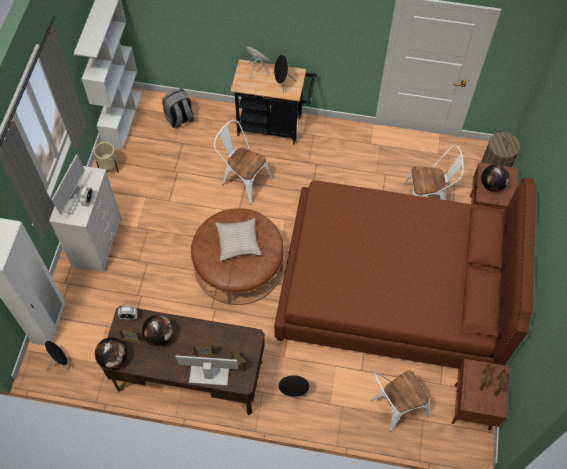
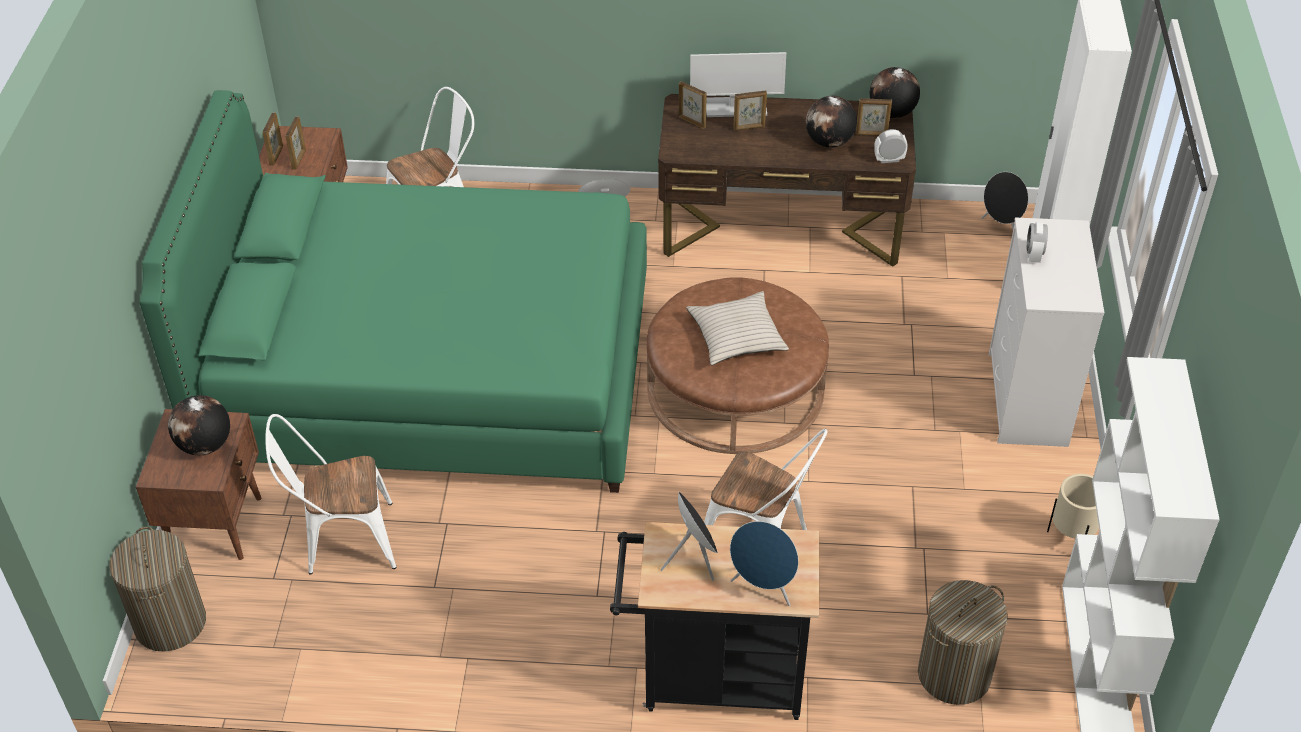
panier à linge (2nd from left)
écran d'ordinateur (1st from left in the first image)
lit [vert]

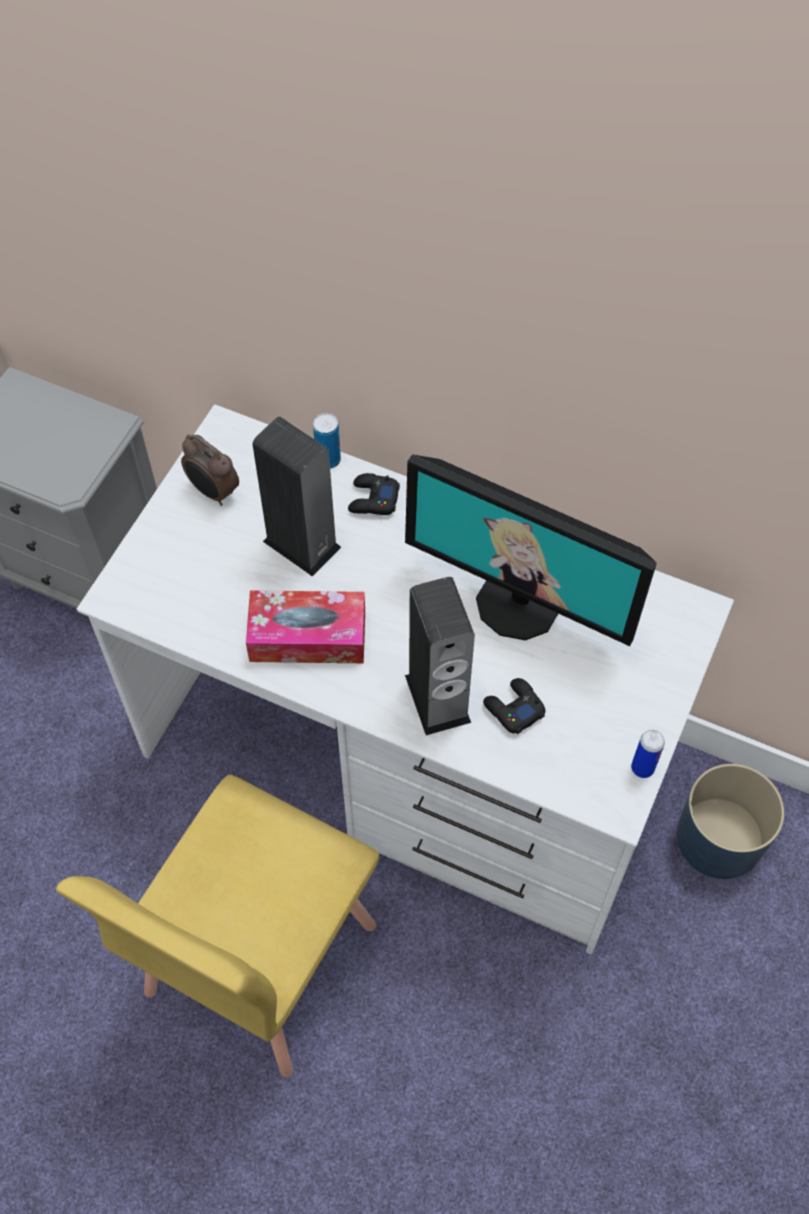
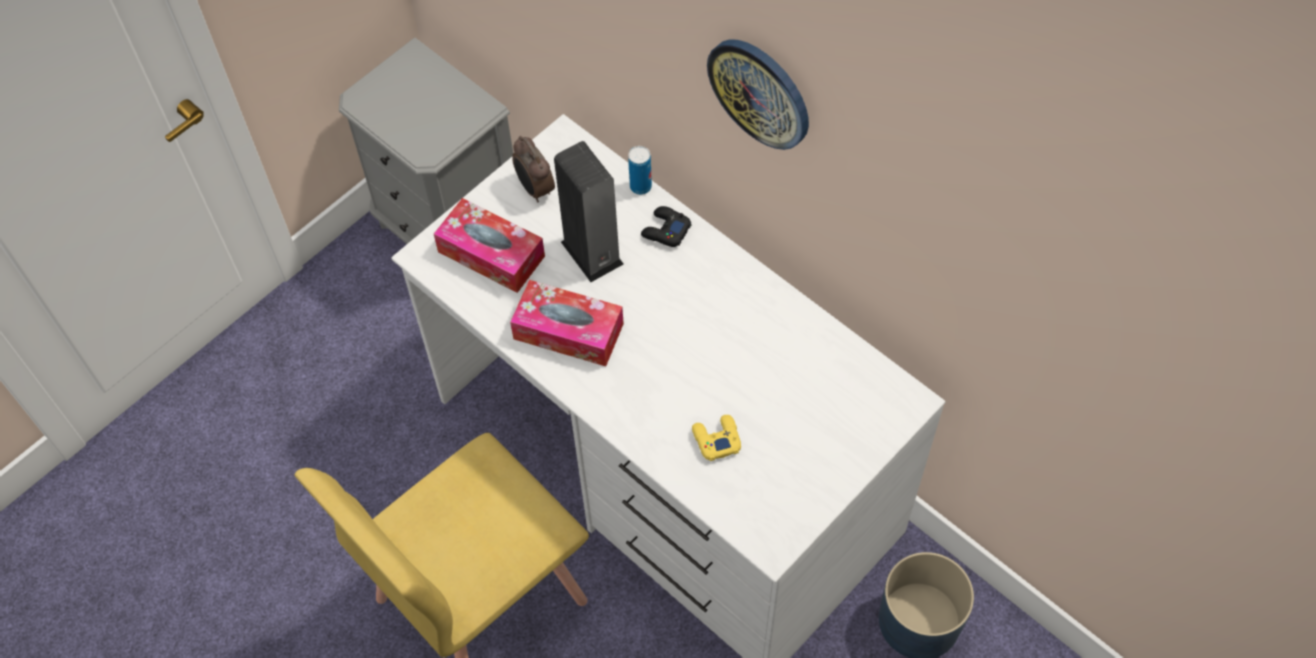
écran d'ordinateur
enceinte (2nd from left in the first image)
manette [jaune]
boîte métallique (2nd from left in the first image)
horloge murale
boîte à mouchoirs (1st from left)

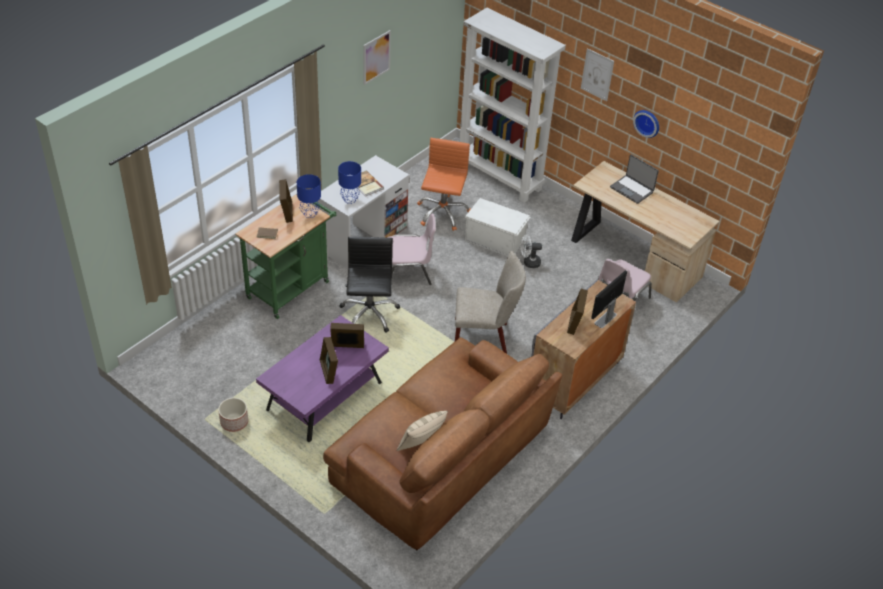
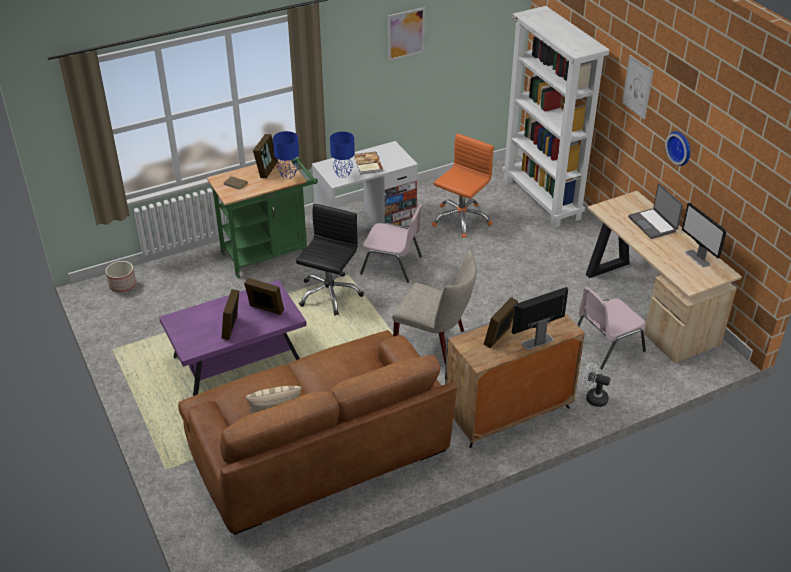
boîte de rangement [blanc]
ventilateur [blanc]
cache-pot
écran d'ordinateur (2nd from left)

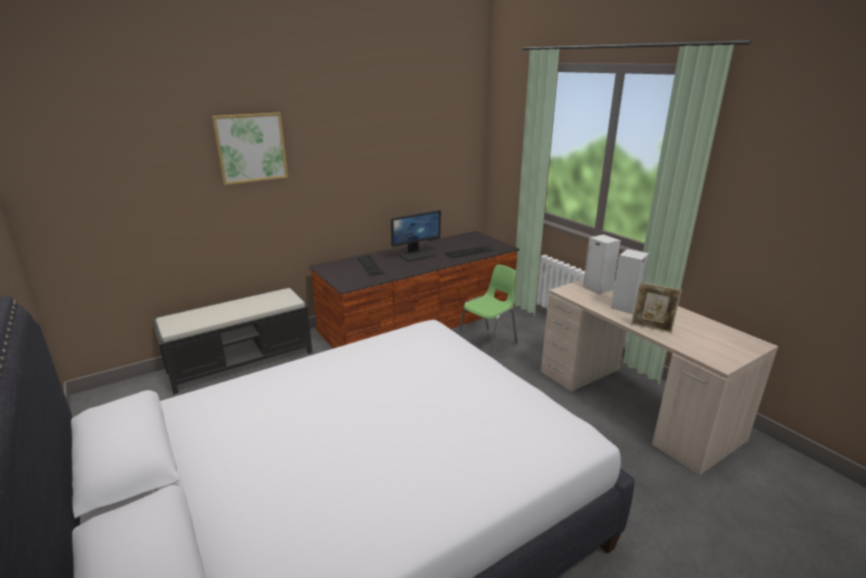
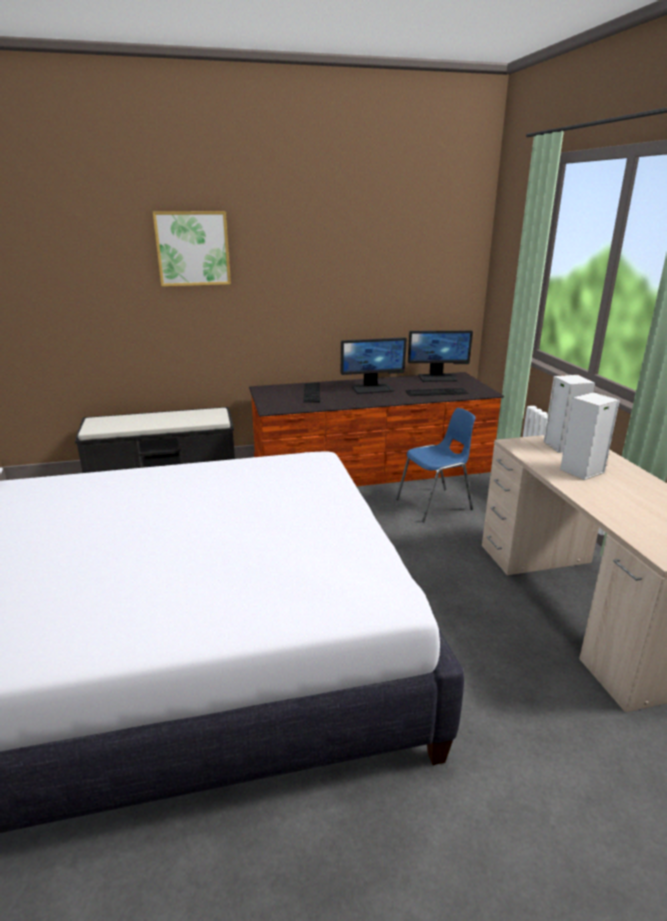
chaise [bleu]
cadre photo
écran d'ordinateur (2nd from left)

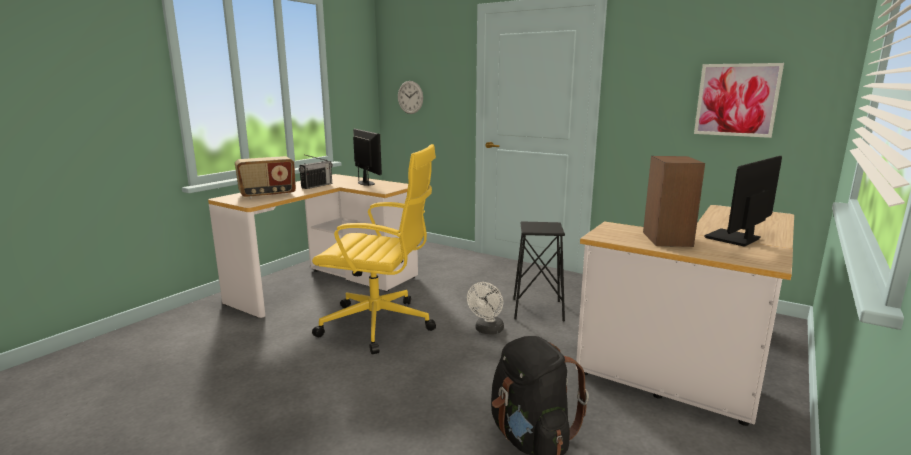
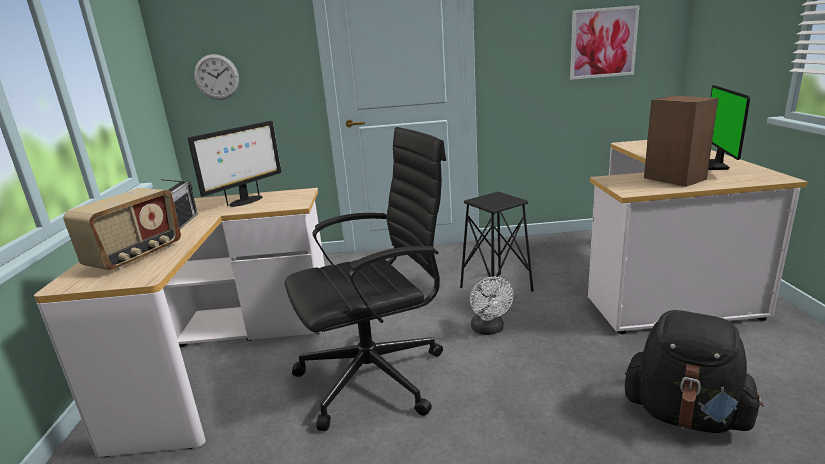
écran d'ordinateur (1st from left)
chaise de bureau [noir]

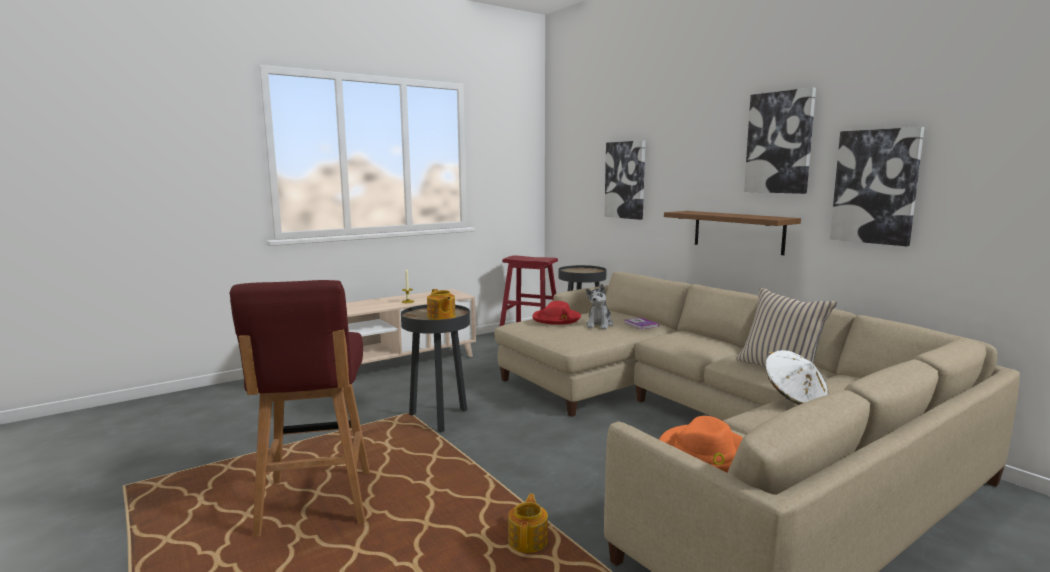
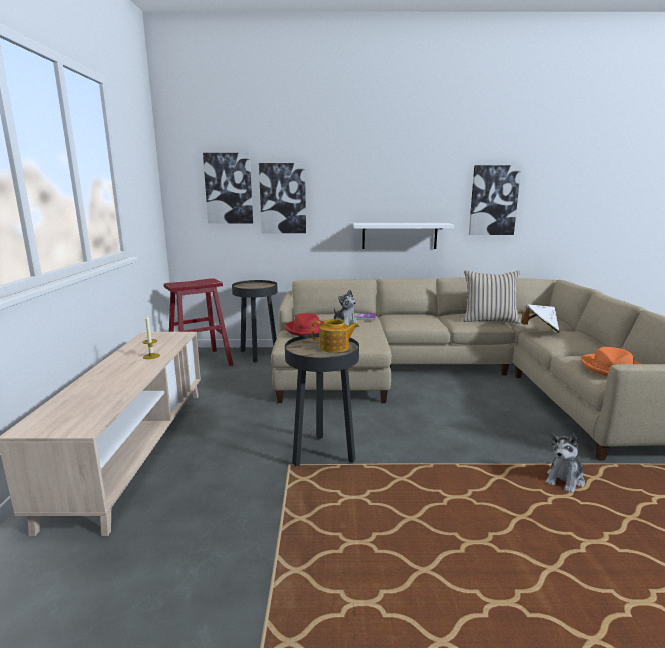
tableau (1st from left)
étagère [blanc]
tabouret [rouge] (1st from left in the first image)
peluche (2nd from left)

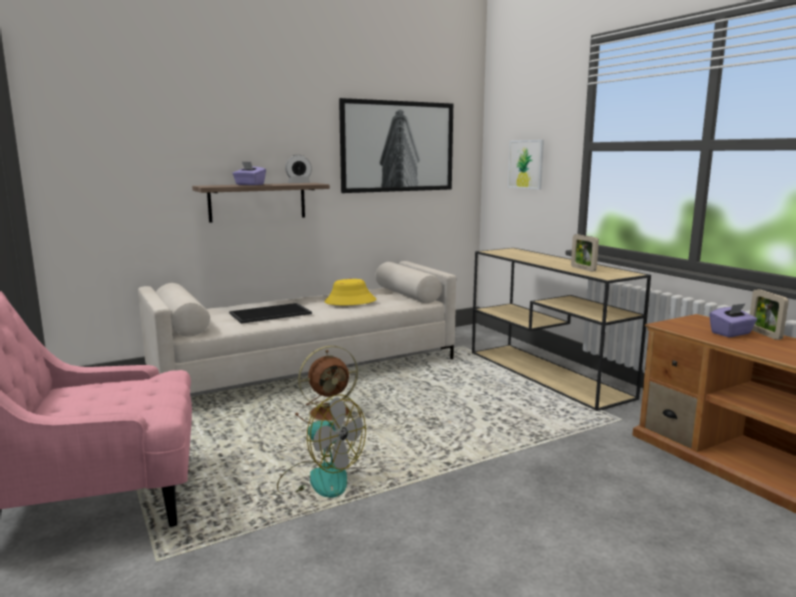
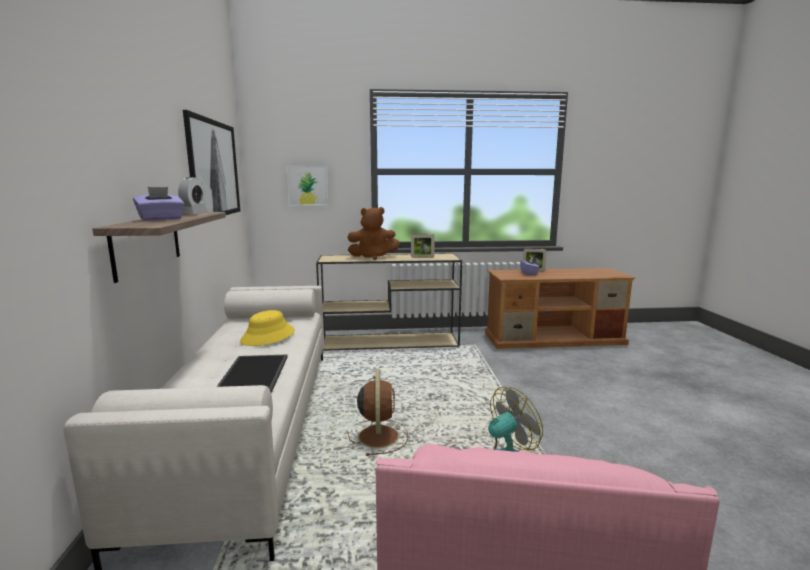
peluche [marron]

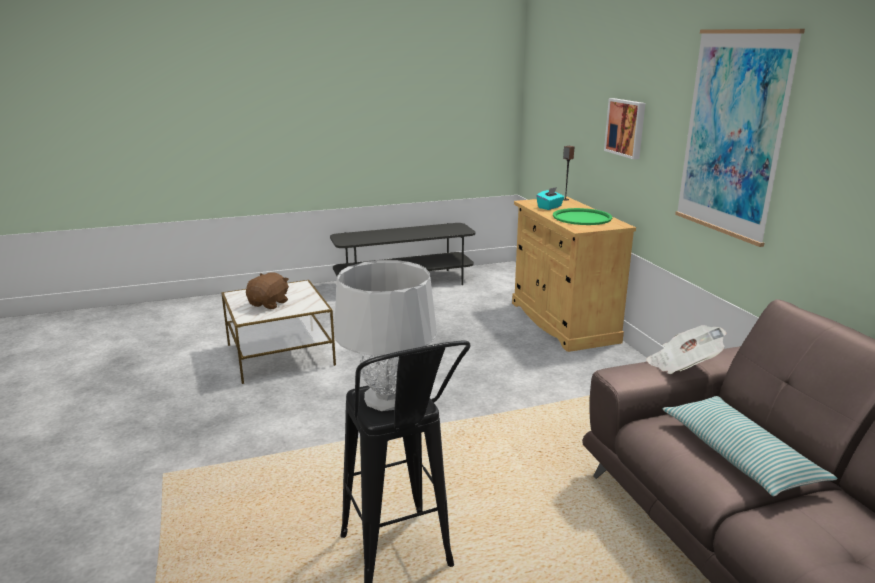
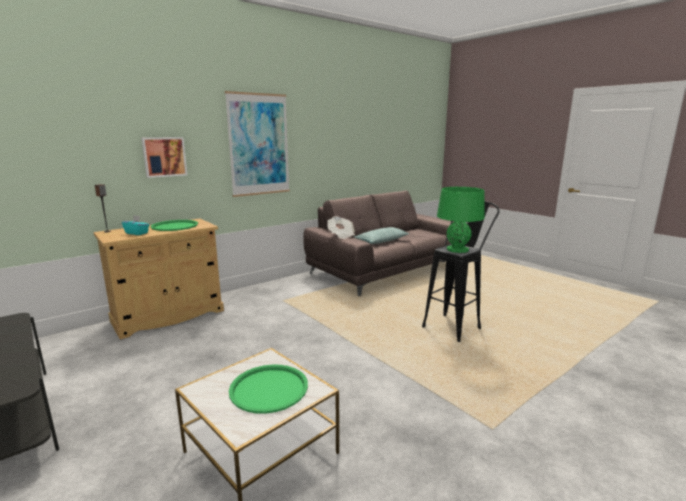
lampe de table [vert]
plateau [vert] (2nd from left)

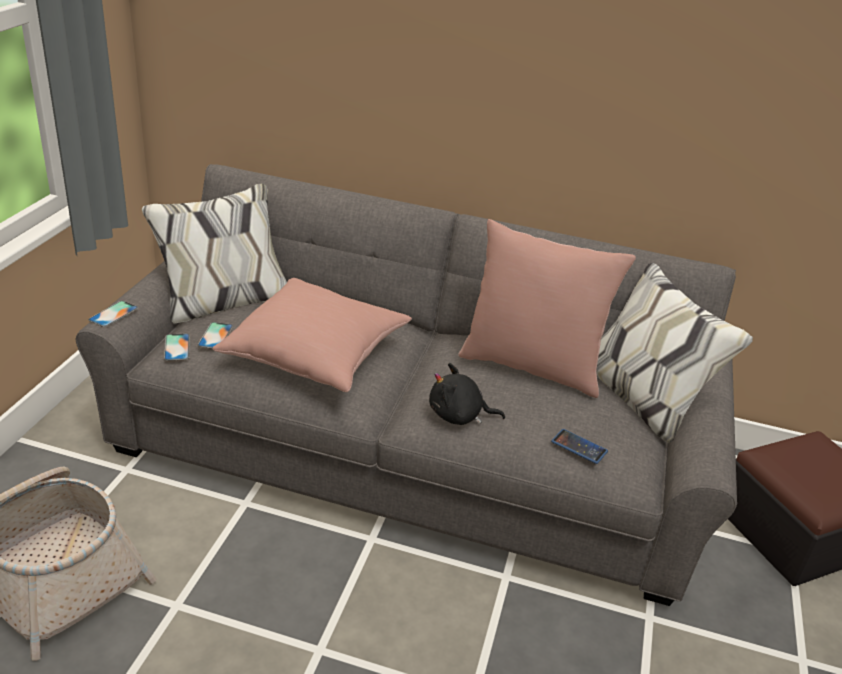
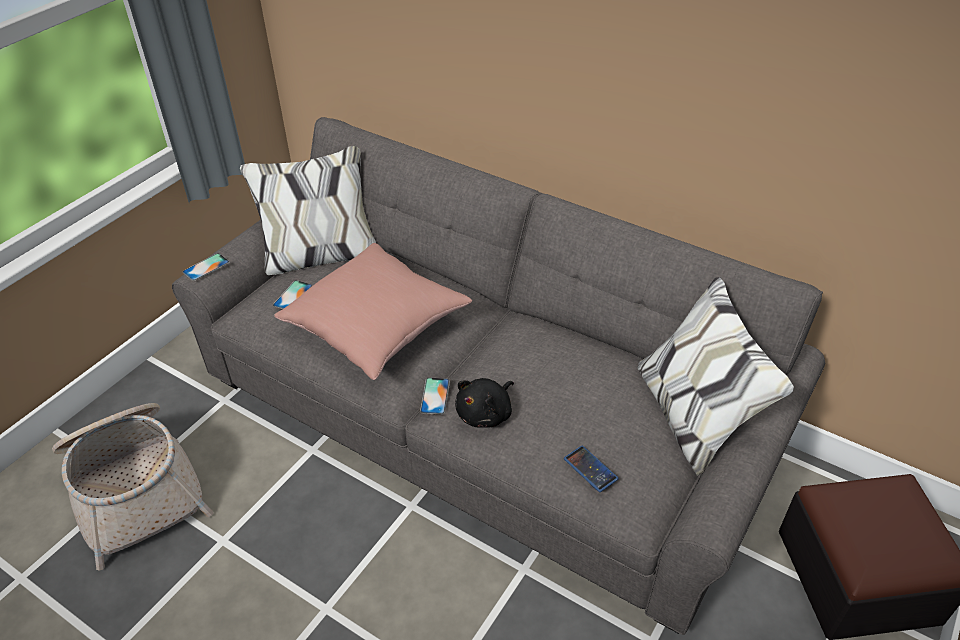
coussin [rose] (2nd from left in the first image)
téléphone (3rd from left)
peluche [noir]

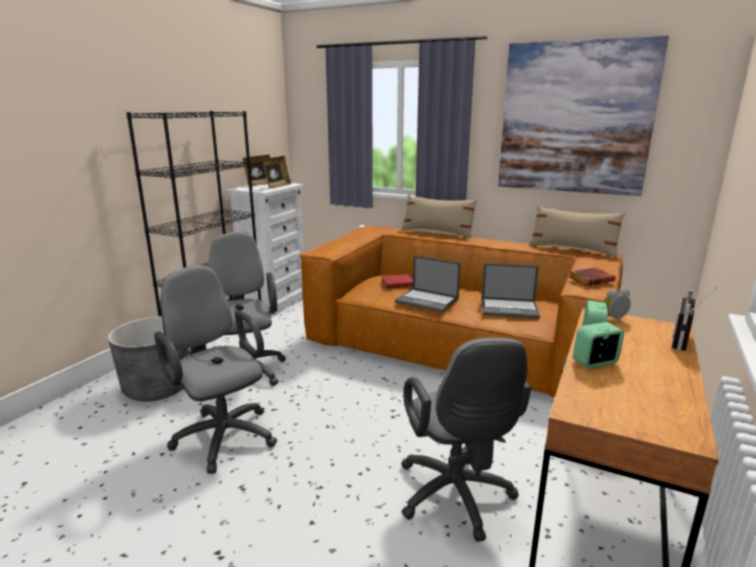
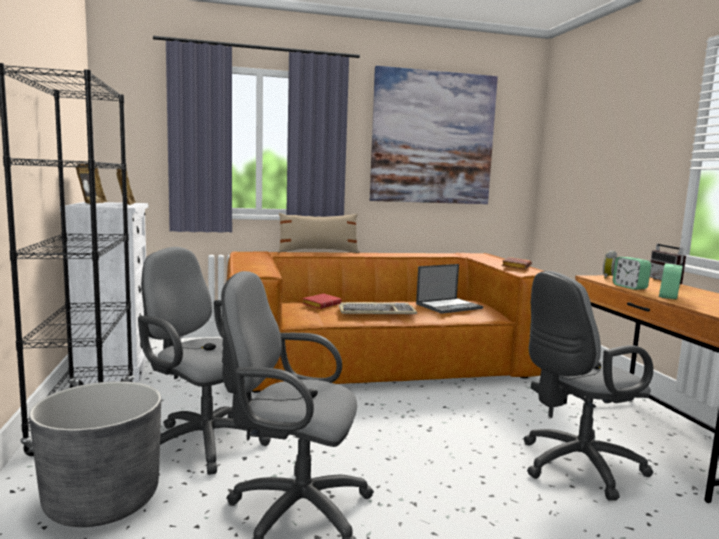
coussin [beige] (2nd from left in the first image)
clavier
chaise de bureau [gris] (3rd from left)

